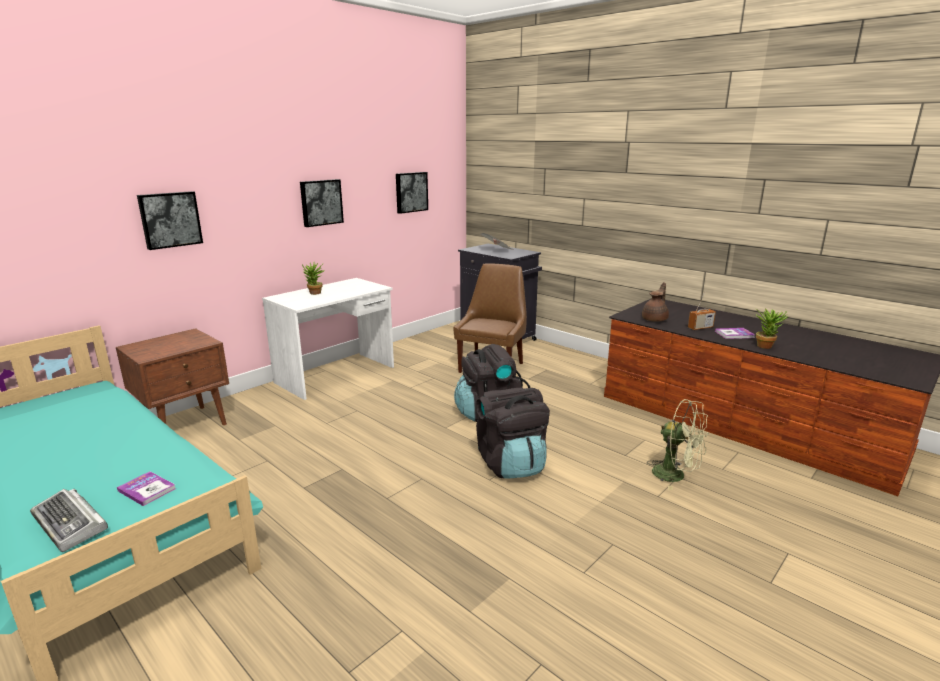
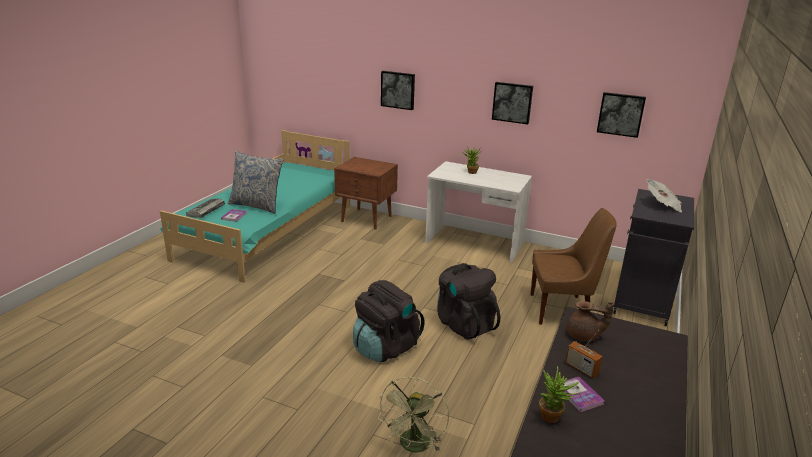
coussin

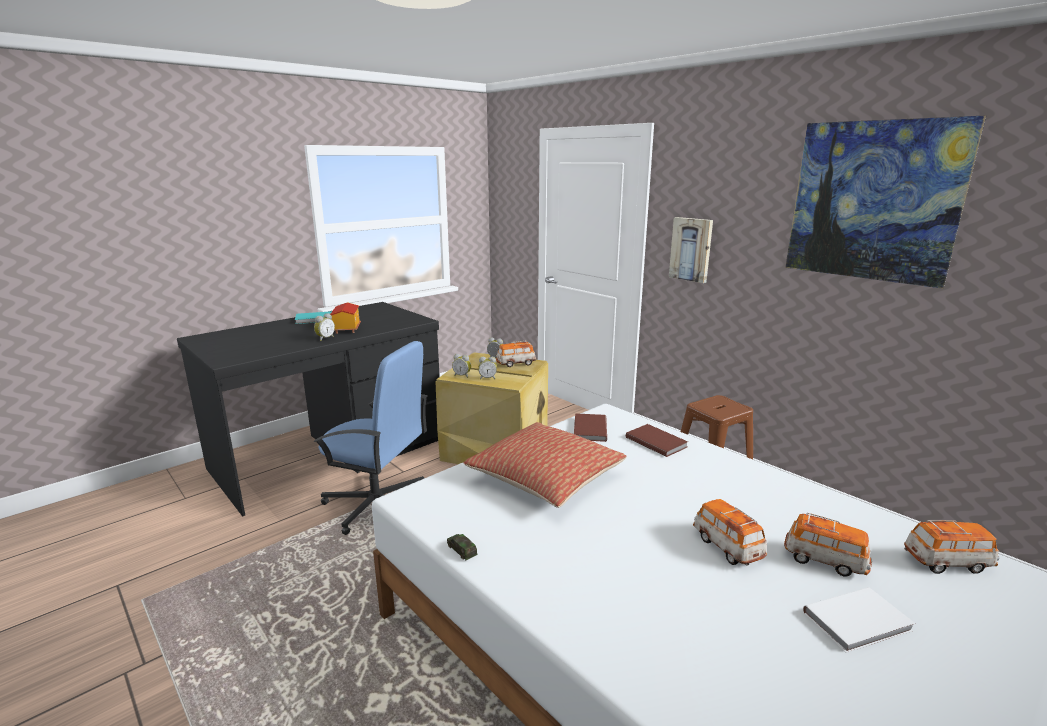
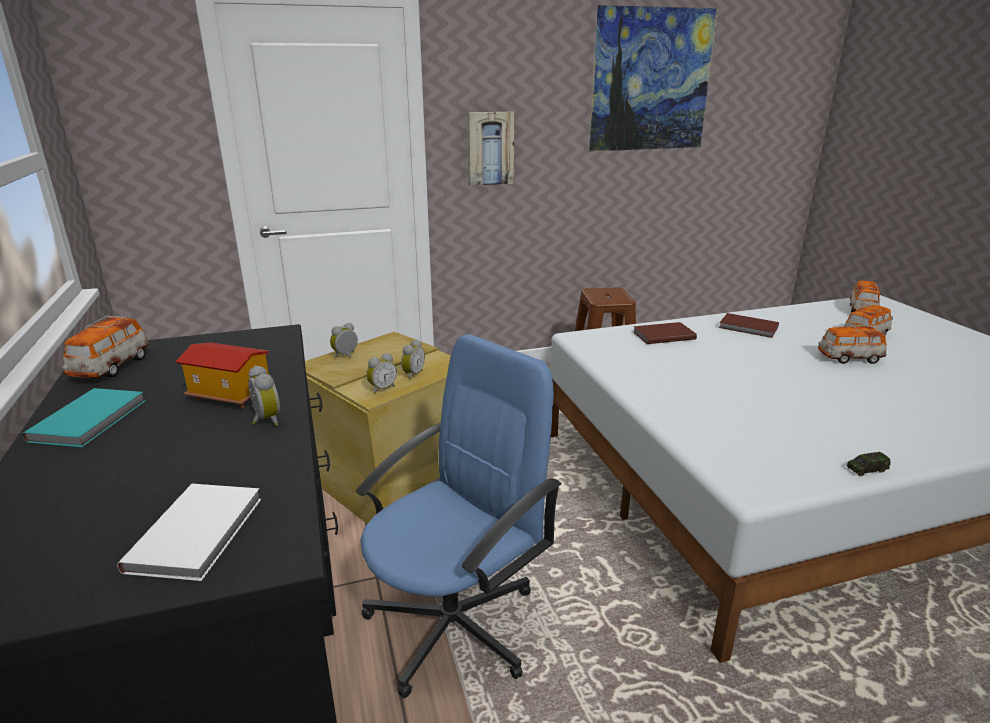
petite voiture (1st from left)
livre [marron] (2nd from left)
coussin
livre [blanc]

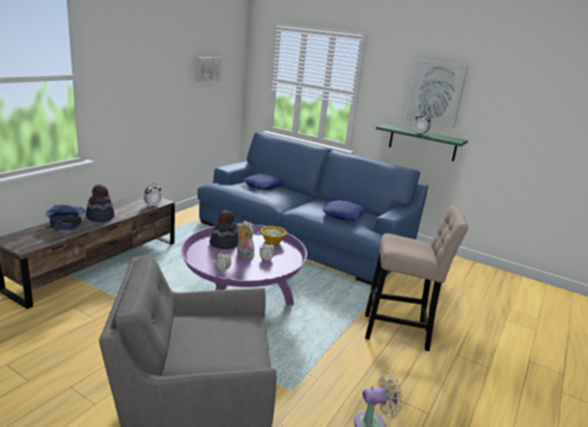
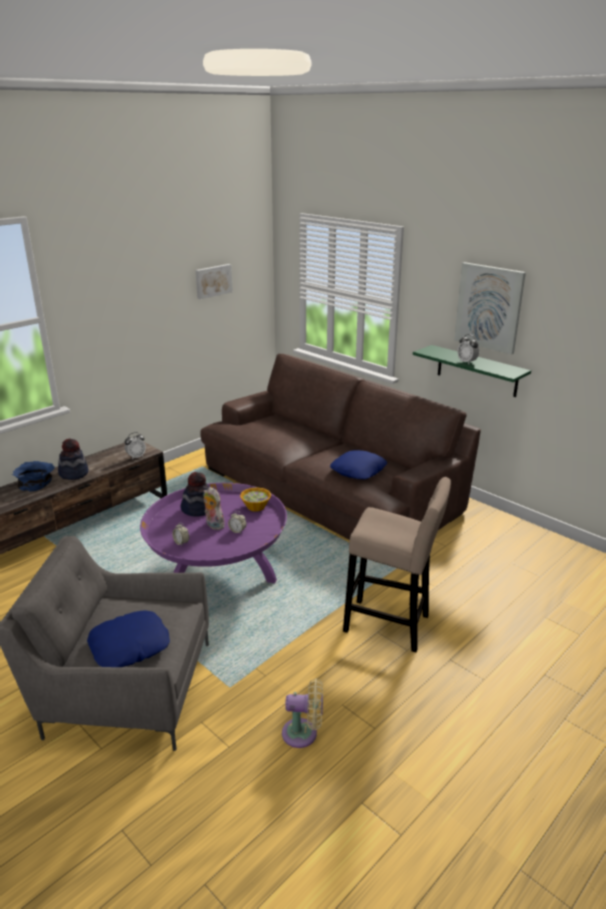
canapé [marron]
coussin [bleu] (1st from left)

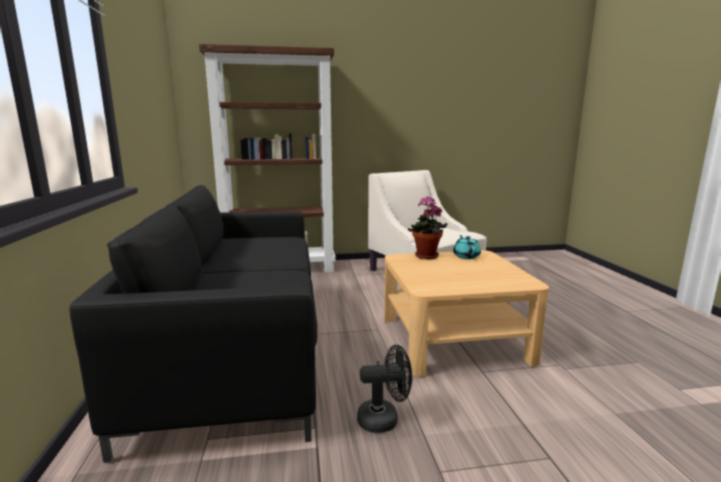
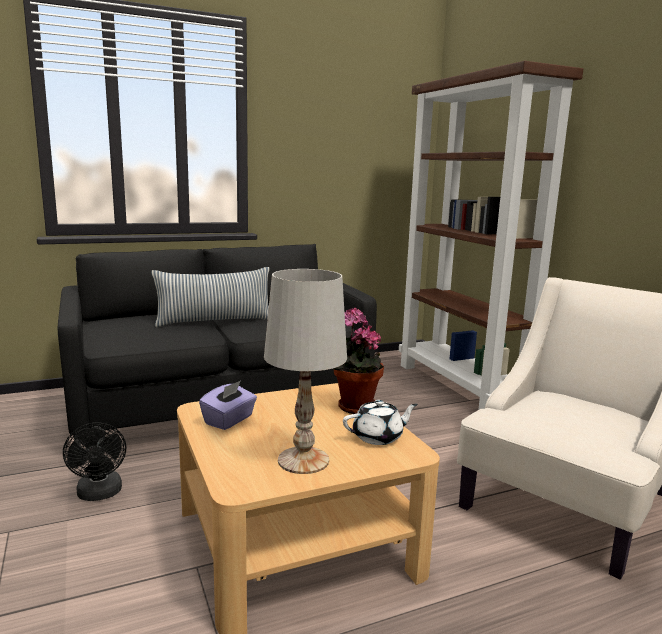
théière [blanc]
coussin
lampe de table [blanc]
boîte à mouchoirs [violet]

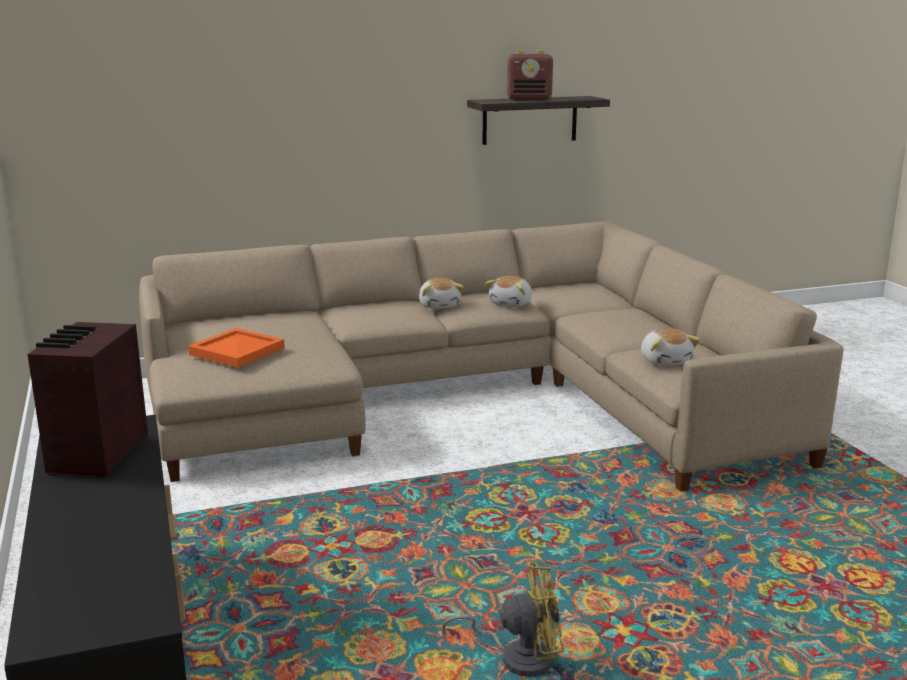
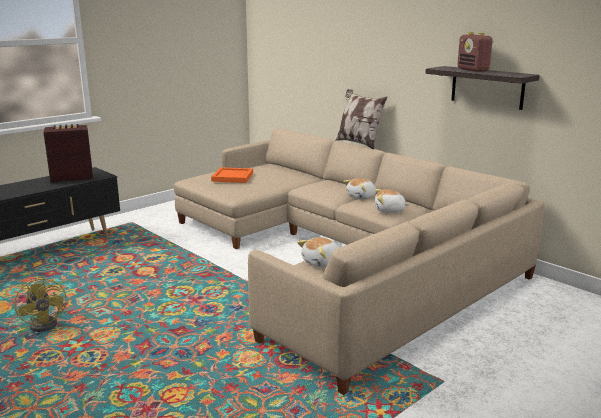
coussin

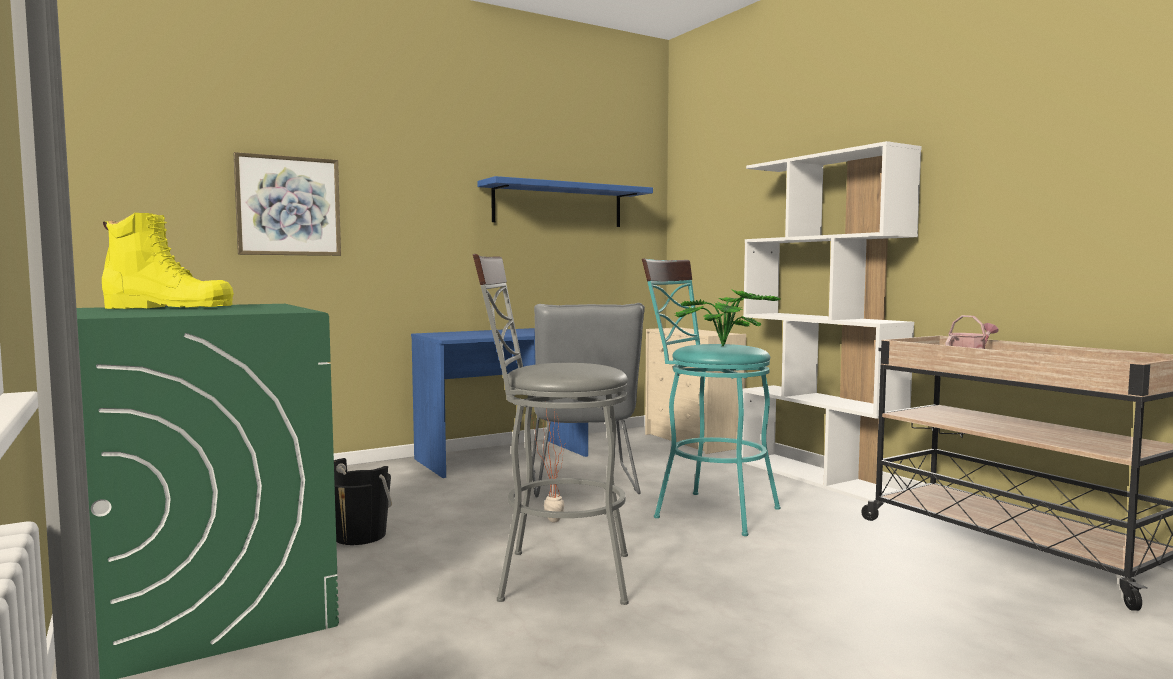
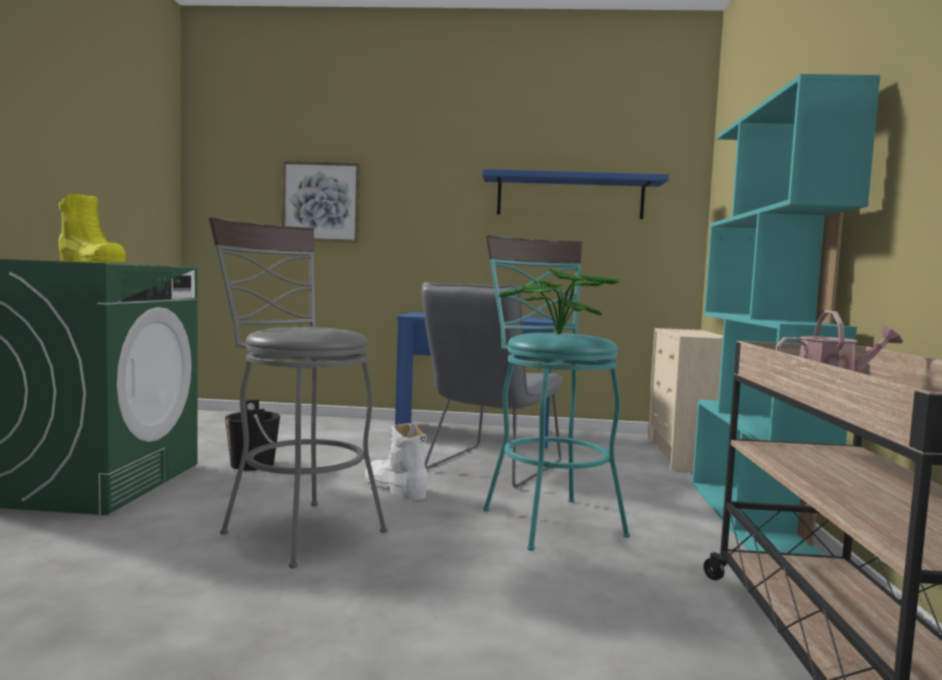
bibliothèque [turquoise]
botte [blanc]

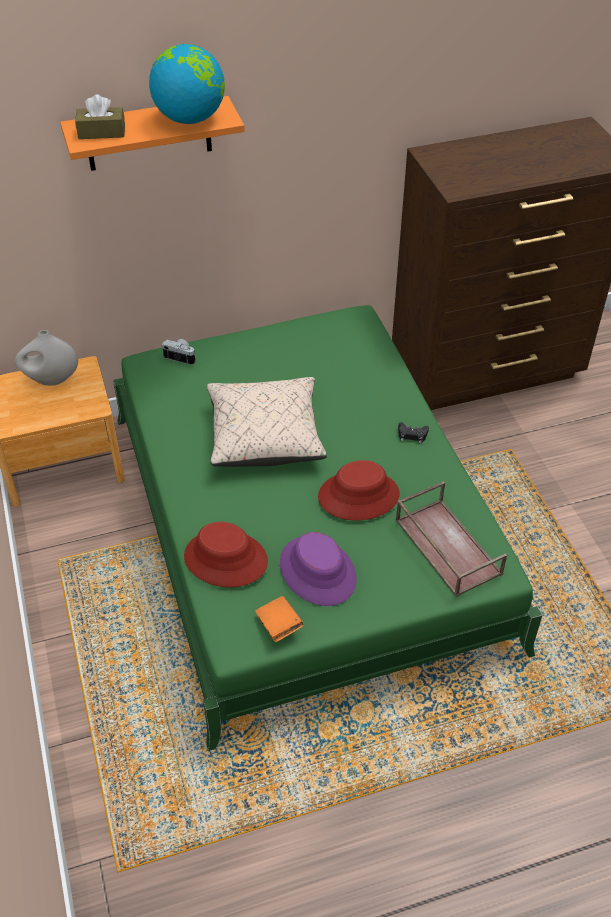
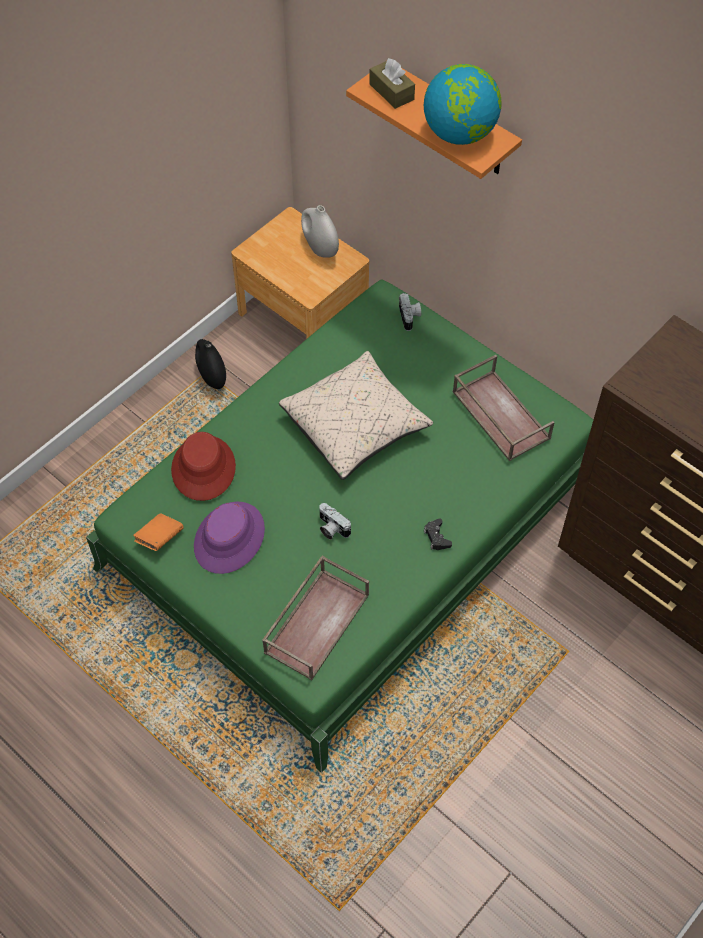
appareil photo (1st from left)
vase [noir]
plateau [marron] (2nd from left)

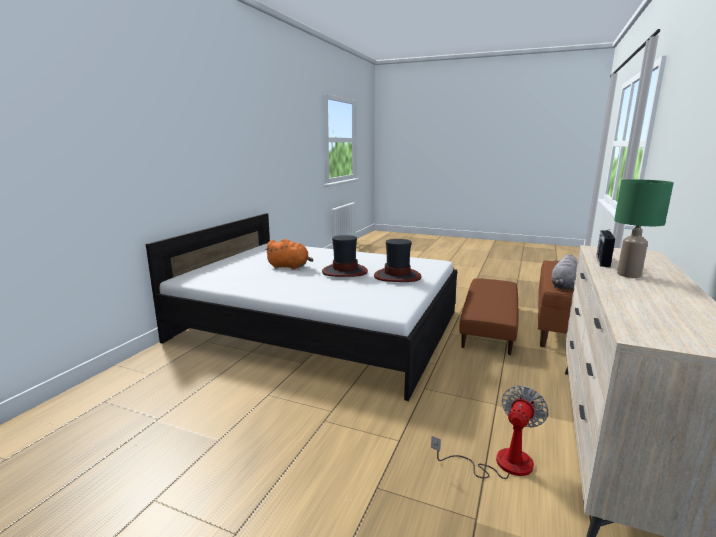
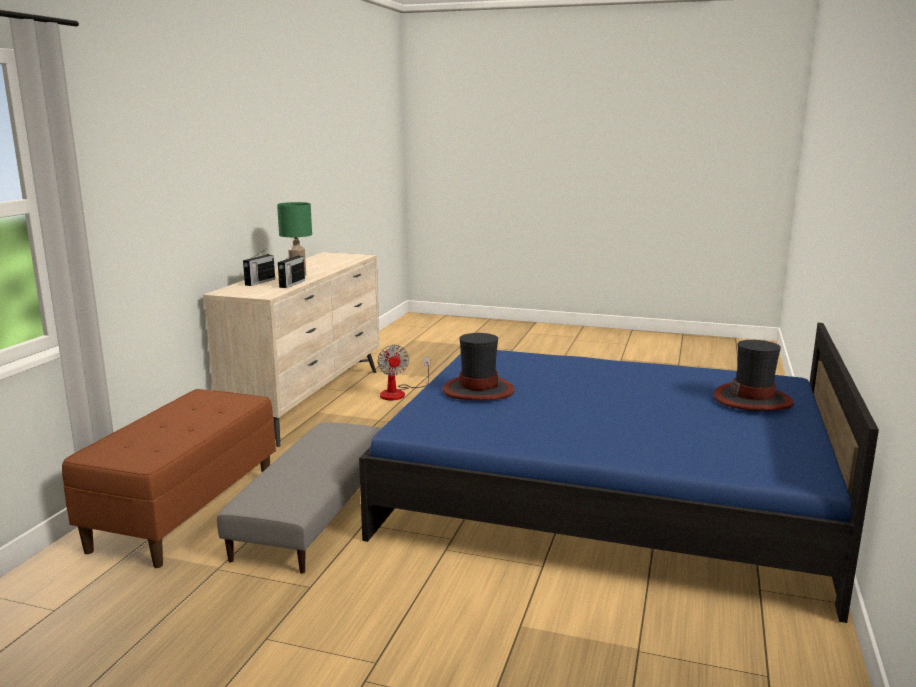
lit [bleu]
chapeau (2nd from left)
peluche [orange]
peluche [gris]
pouf [gris]
ventilateur
radio (1st from left)

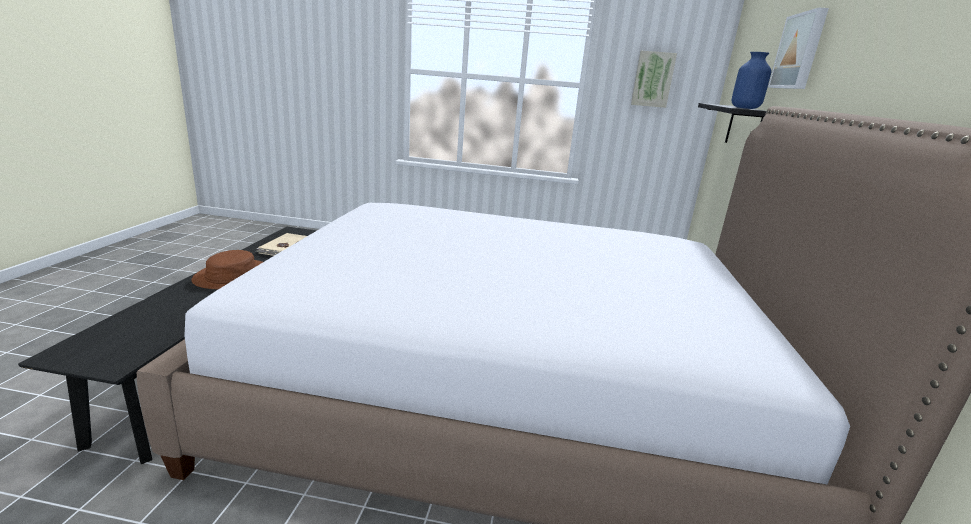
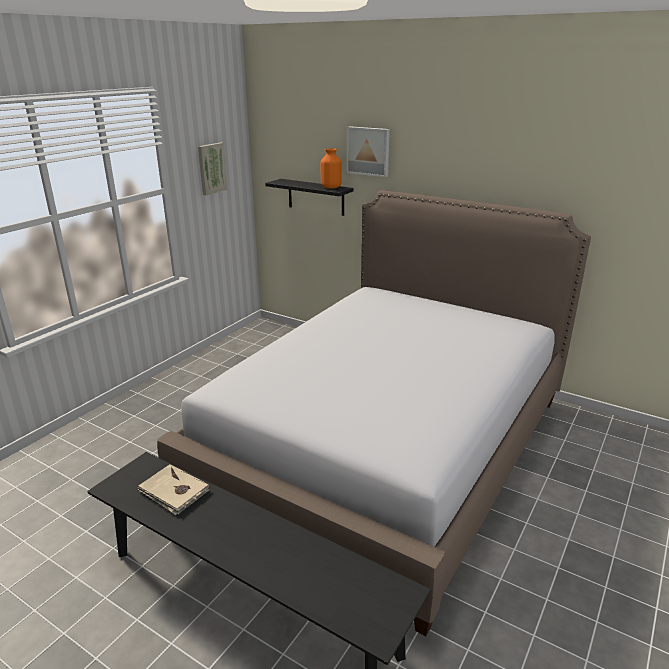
vase [orange]
chapeau [marron]

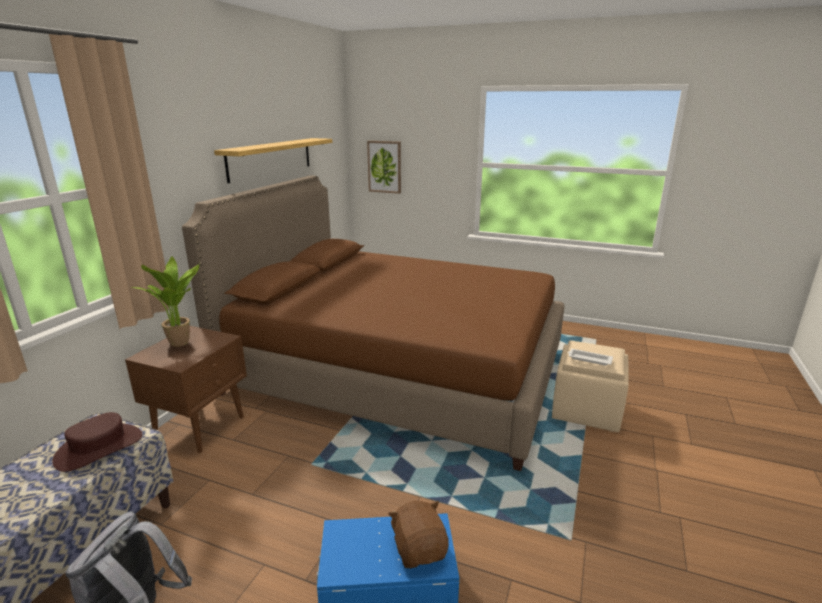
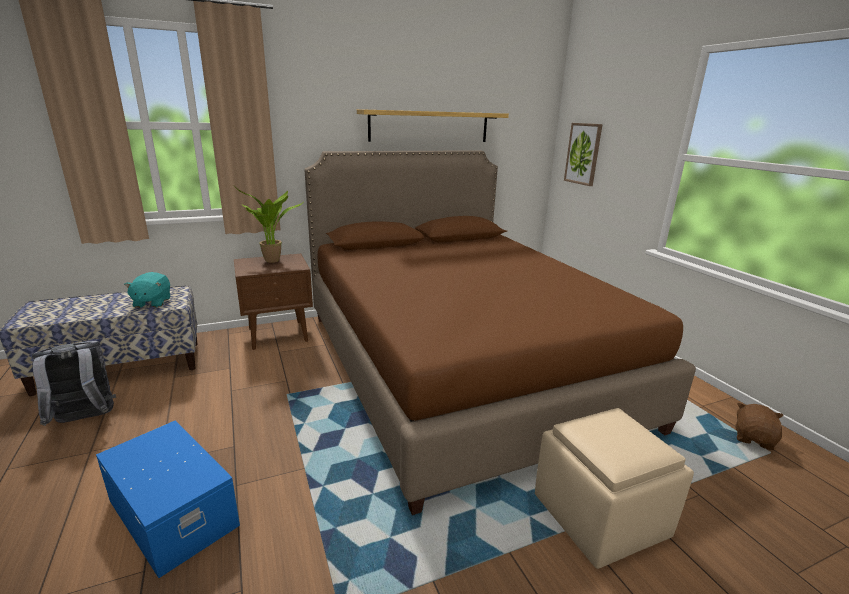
plateau [blanc]
peluche [turquoise]
peluche [marron]

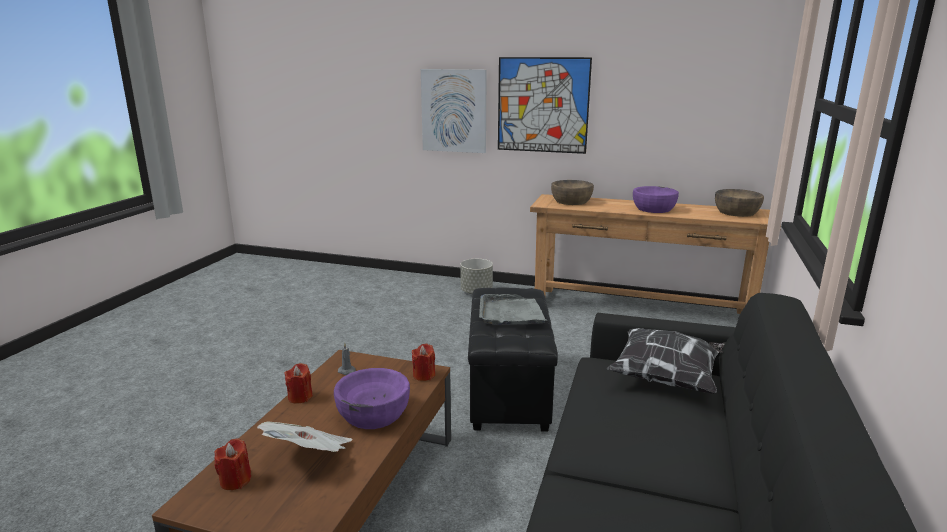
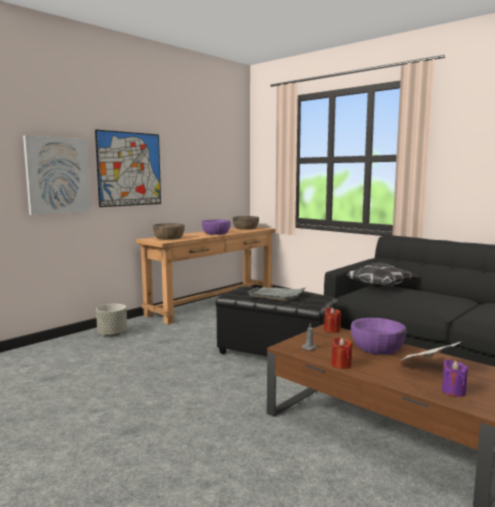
bougie [violet]

